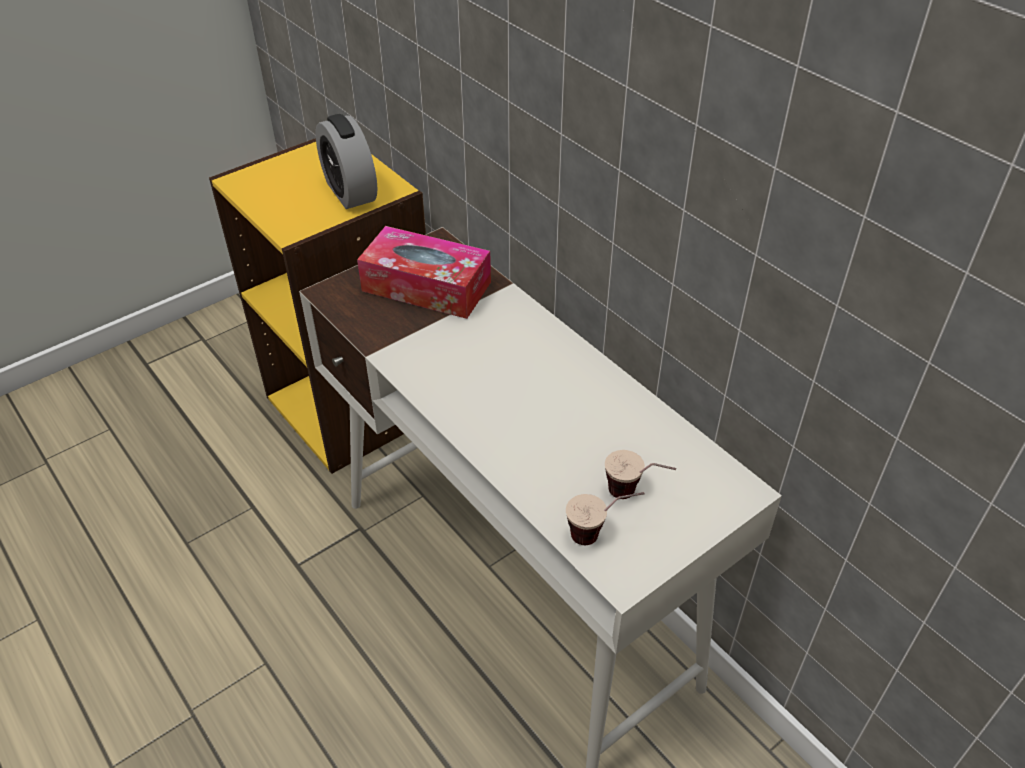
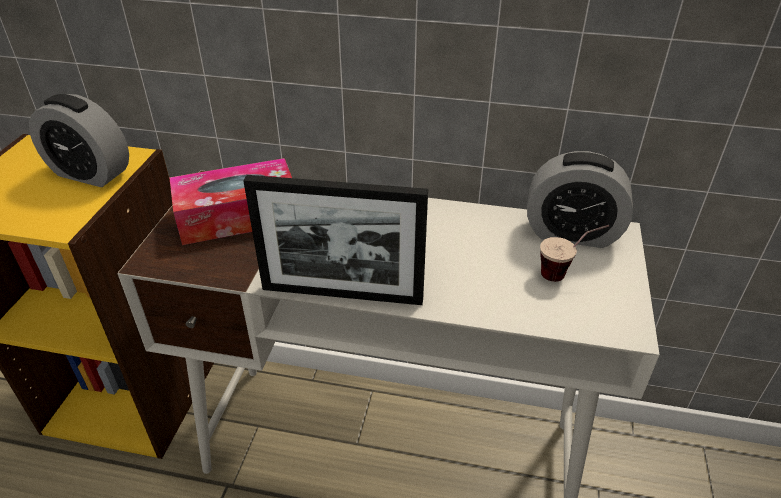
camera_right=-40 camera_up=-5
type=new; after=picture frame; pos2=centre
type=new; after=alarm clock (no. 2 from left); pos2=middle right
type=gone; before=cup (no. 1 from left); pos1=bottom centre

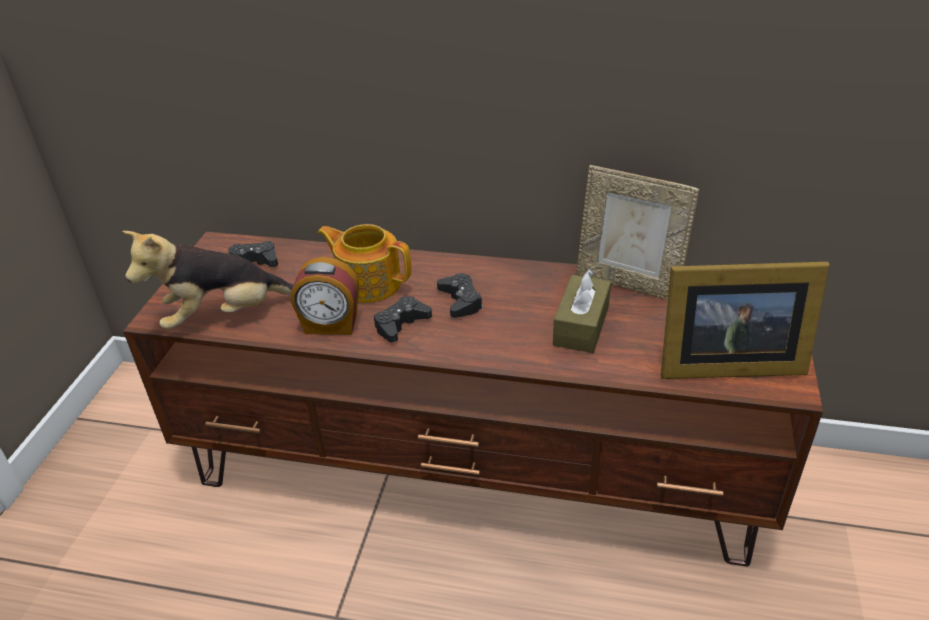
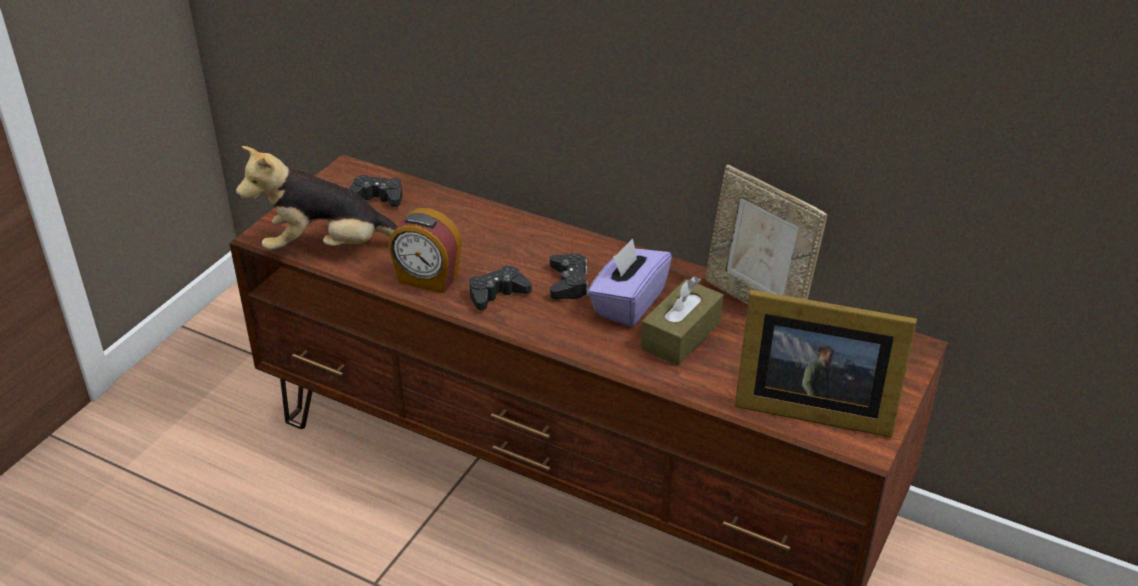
camera_right=15 camera_up=0
type=new; after=purple tissue box; pos2=centre
type=gone; before=teapot; pos1=centre

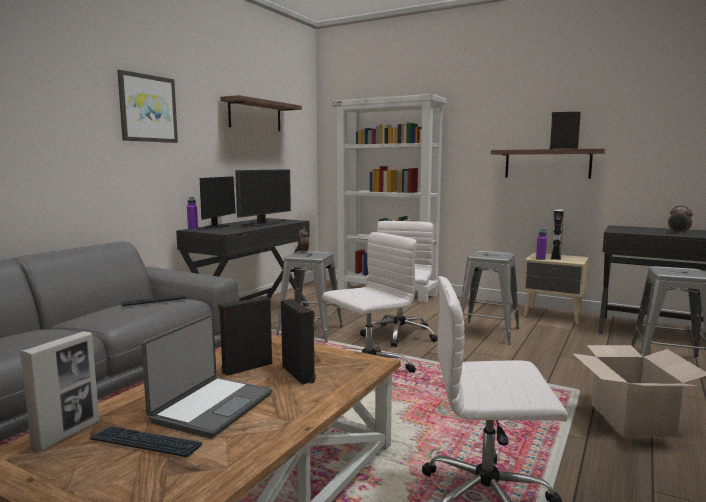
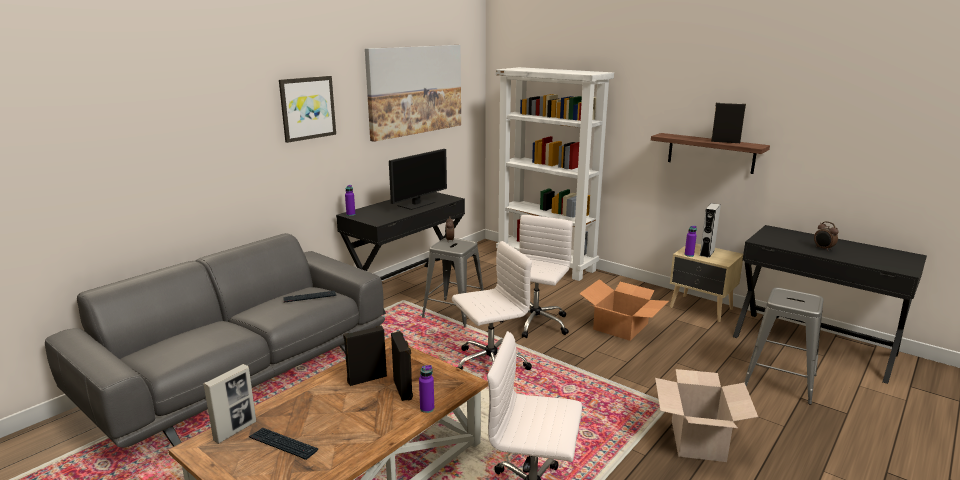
camera_right=10 camera_up=10
type=swapped; before=shelf (no. 1 from left); after=picture (no. 2 from left); pos1=top centre; pos2=top centre
type=new; after=purple bottle (no. 2 from left); pos2=bottom centre
type=swapped; before=grey stool (no. 2 from left); after=cardboard box (no. 1 from left); pos1=middle right; pos2=centre
type=gone; before=laptop; pos1=bottom left
type=gone; before=monitor (no. 1 from left); pos1=middle left

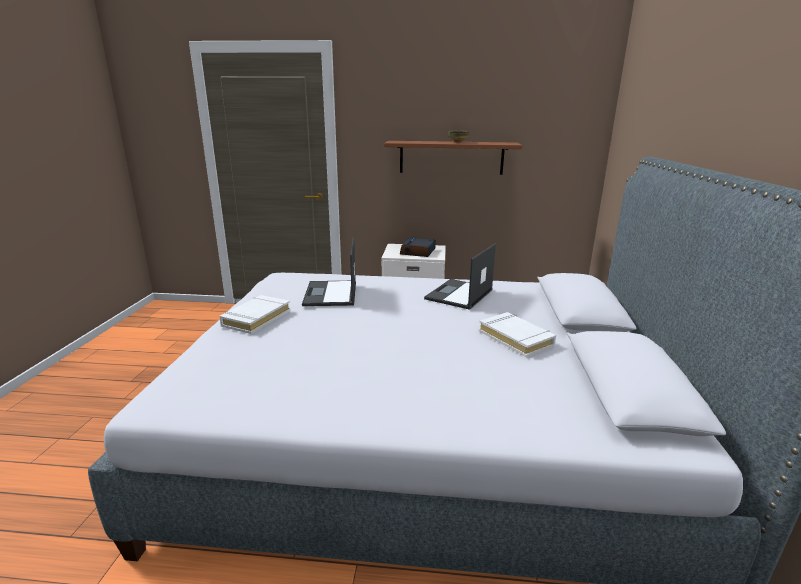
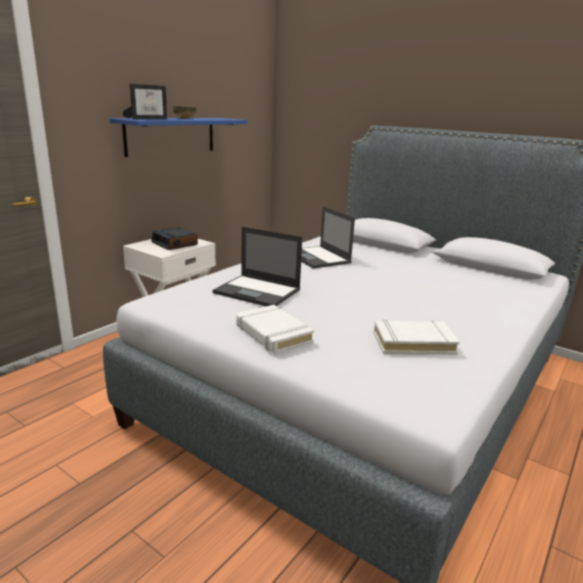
camera_right=-60 camera_up=0
type=repainted; before=brown shelf; after=blue shelf; pos1=top centre; pos2=top left
type=new; after=picture frame; pos2=top left
type=shifted; before=white book (no. 2 from left); pos1=centre; pos2=middle right

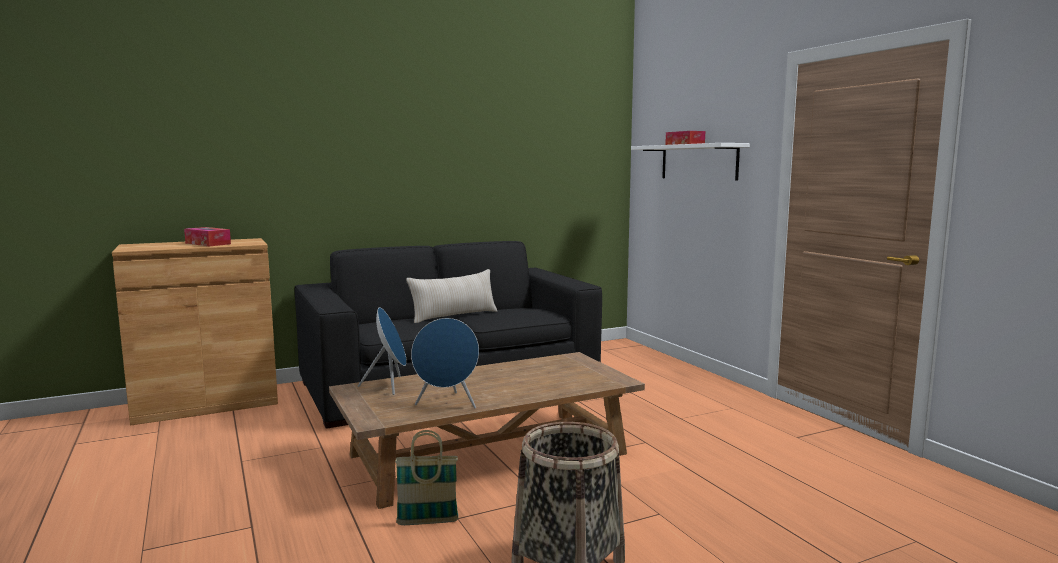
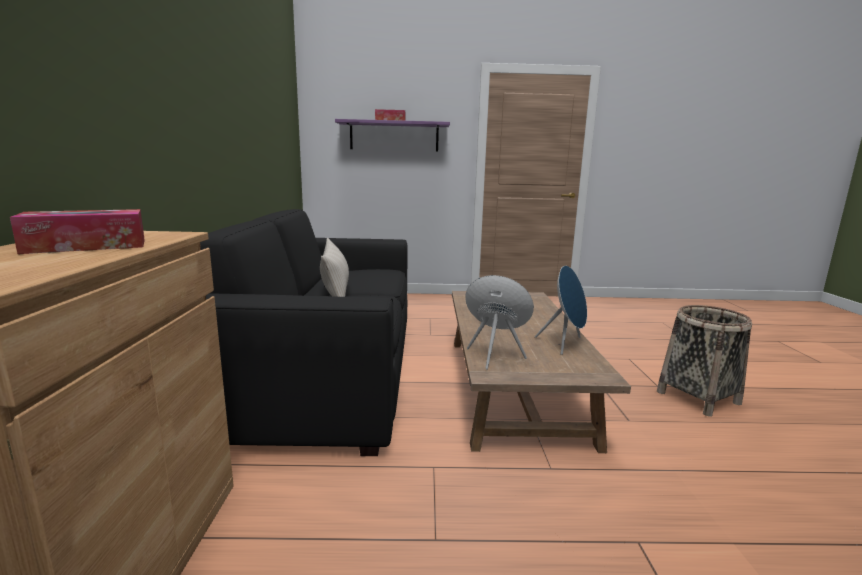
camera_right=-65 camera_up=5
type=repainted; before=white shelf; after=purple shelf; pos1=top centre; pos2=top centre
type=gone; before=basket (no. 1 from left); pos1=bottom centre

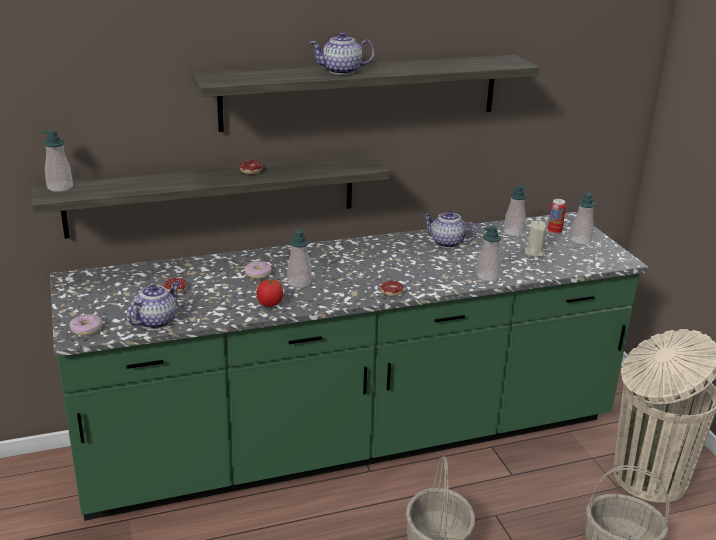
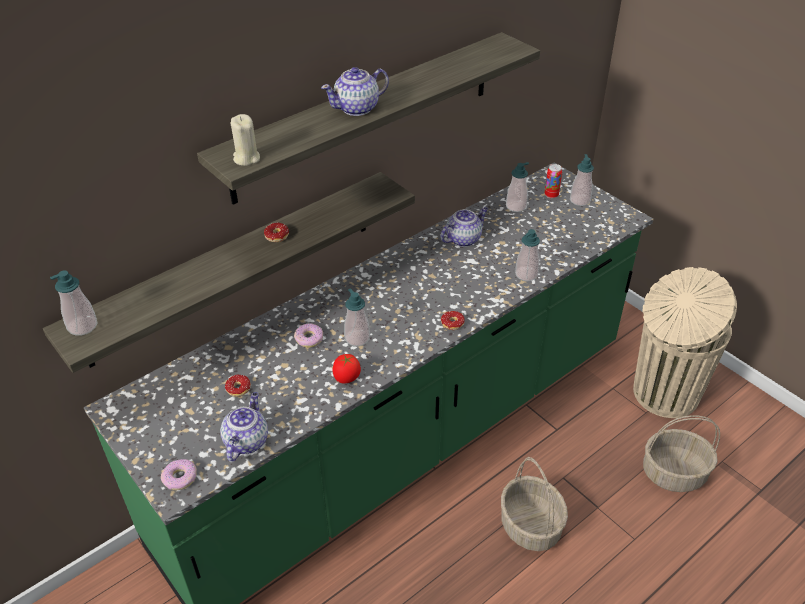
camera_right=-20 camera_up=15
type=shifted; before=beige candle; pos1=middle right; pos2=top left
type=rotated; before=teapot (no. 3 from left); pos1=centre; pos2=centre; turn=135

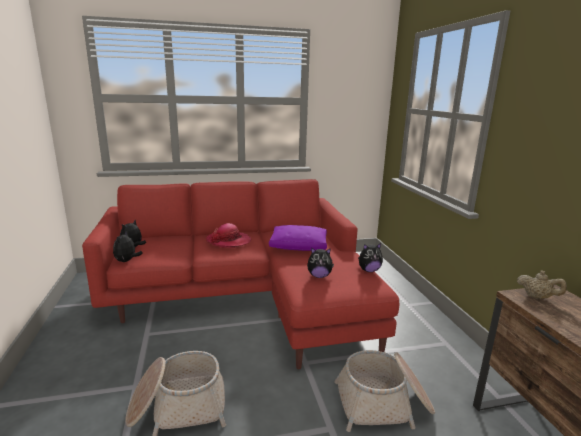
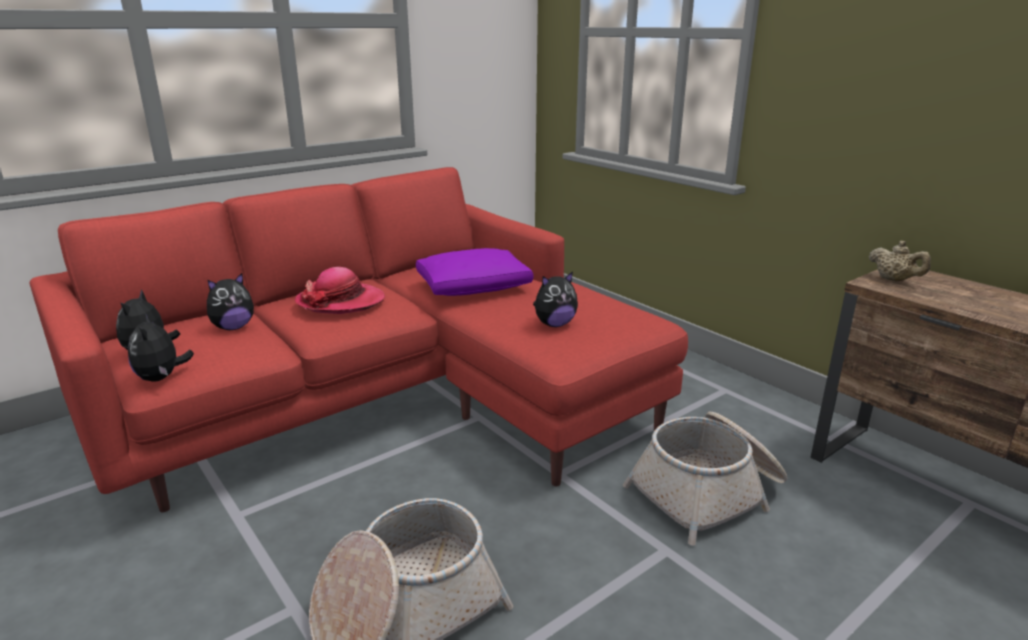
camera_right=-25 camera_up=5
type=shifted; before=plush toy (no. 4 from left in the first image); after=plush toy (no. 3 from left); pos1=centre; pos2=middle left
type=rotated; before=beige teapot; pos1=middle right; pos2=middle right; turn=45

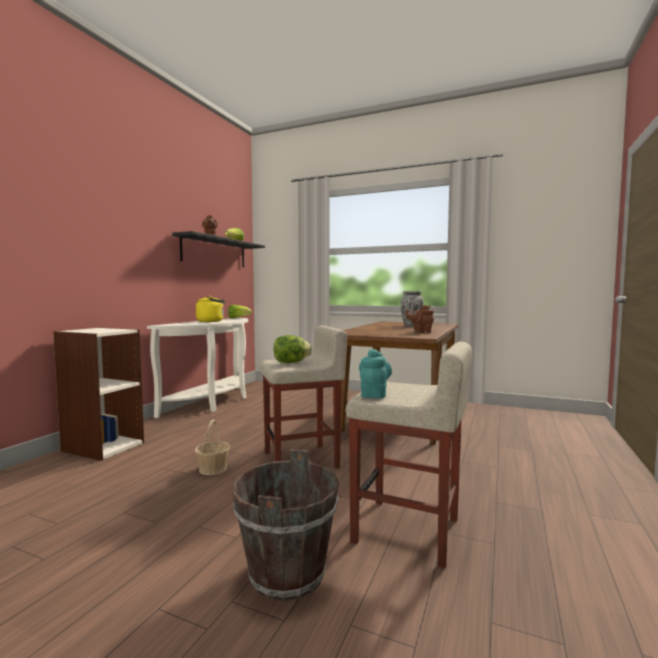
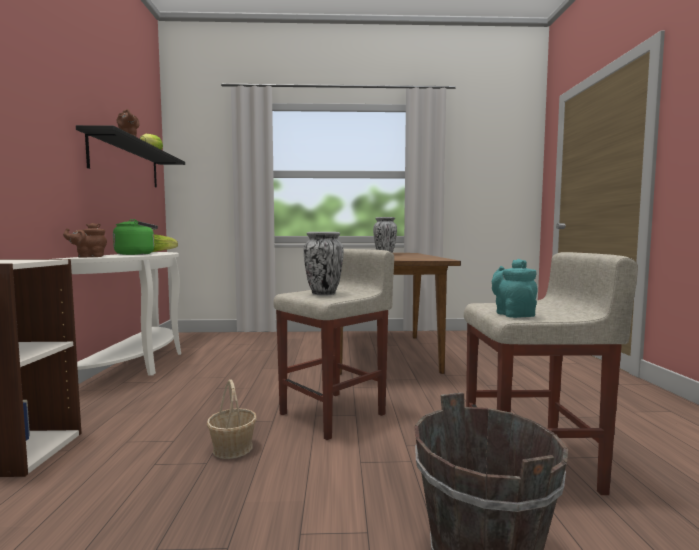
camera_right=-25 camera_up=0
type=shifted; before=brown teapot (no. 2 from left in the first image); after=brown teapot (no. 1 from left); pos1=centre; pos2=middle left
type=repainted; before=yellow kettle; after=green kettle; pos1=middle left; pos2=middle left
type=swapped; before=lettuce (no. 3 from left); after=vase (no. 1 from left); pos1=centre; pos2=centre

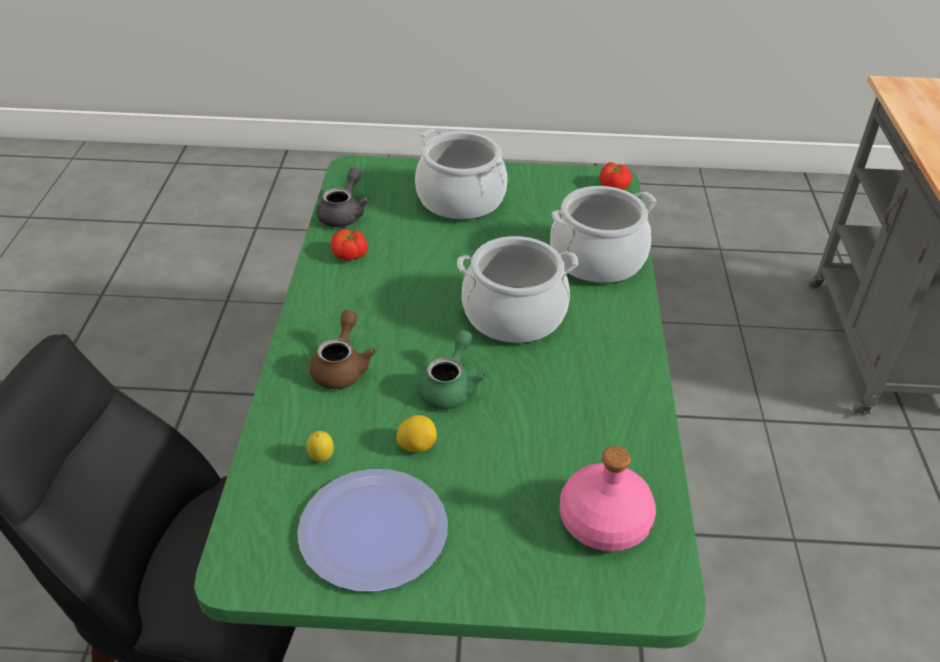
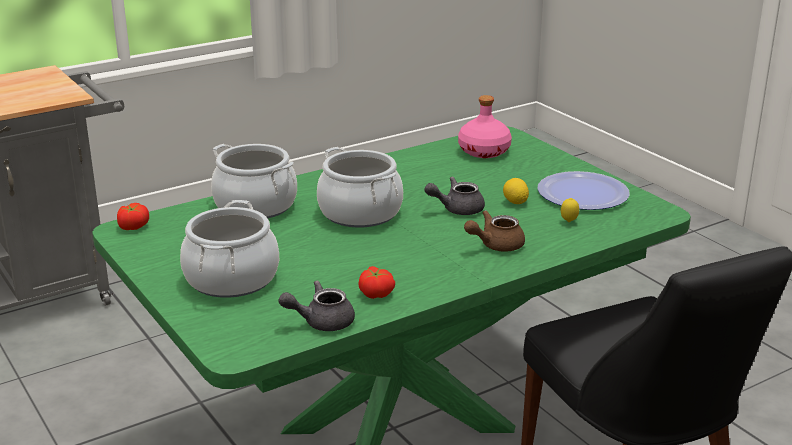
camera_right=-125 camera_up=-15
type=repainted; before=green teapot; after=grey teapot (no. 2 from left); pos1=centre; pos2=centre

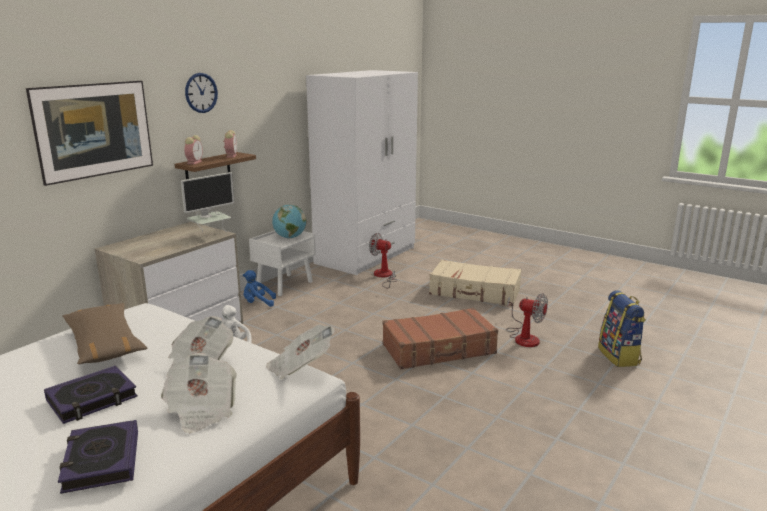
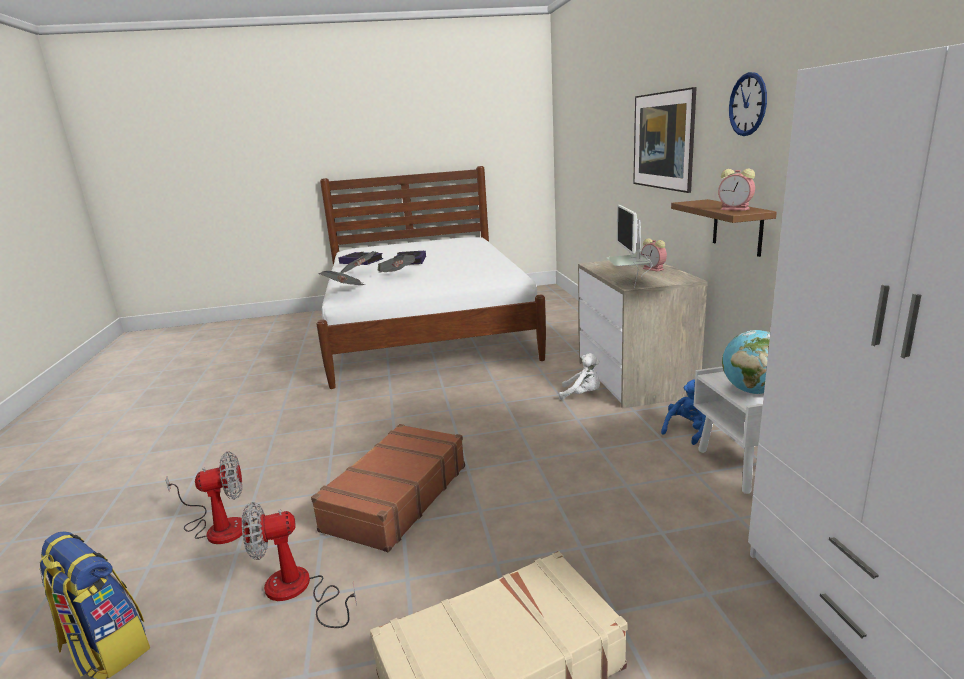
camera_right=135 camera_up=0
type=shifted; before=fan (no. 1 from left); pos1=centre; pos2=bottom left
type=shifted; before=alarm clock (no. 1 from left); pos1=top left; pos2=middle right
type=gone; before=brown pillow; pos1=middle left

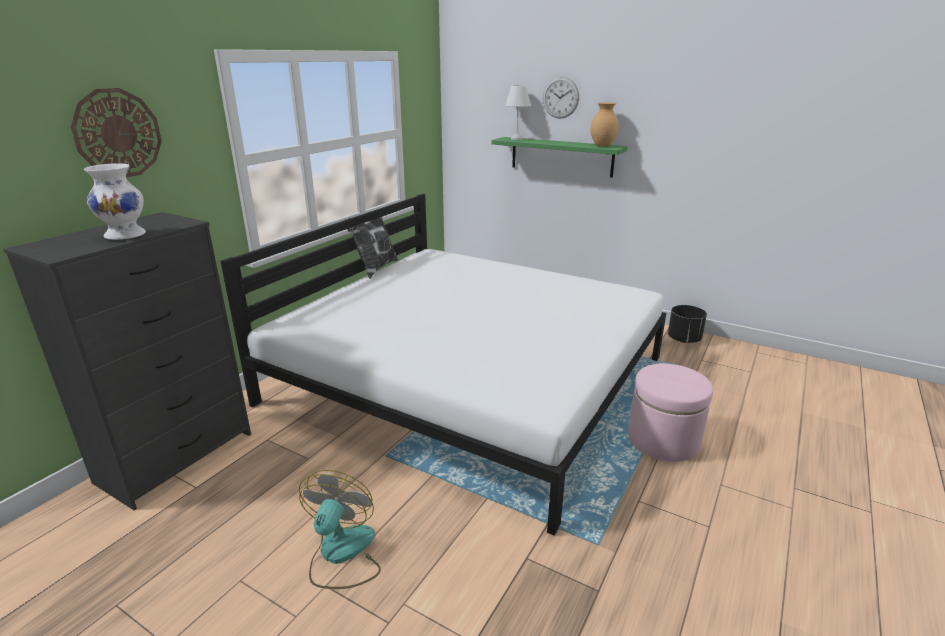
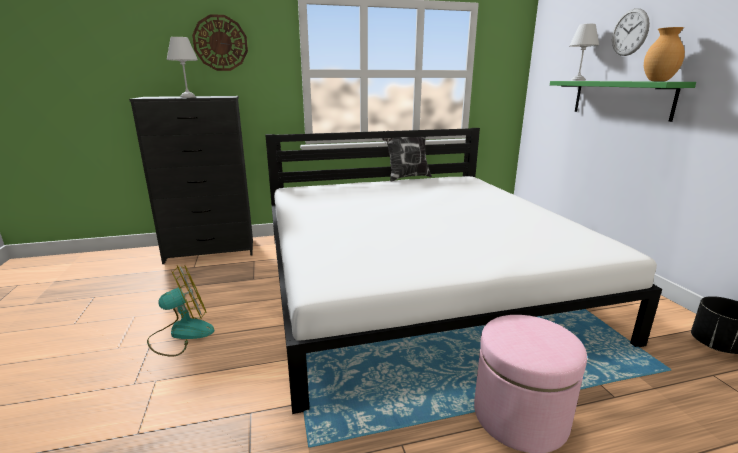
camera_right=45 camera_up=-5
type=swapped; before=white vase; after=white table lamp (no. 1 from left); pos1=top left; pos2=top left

